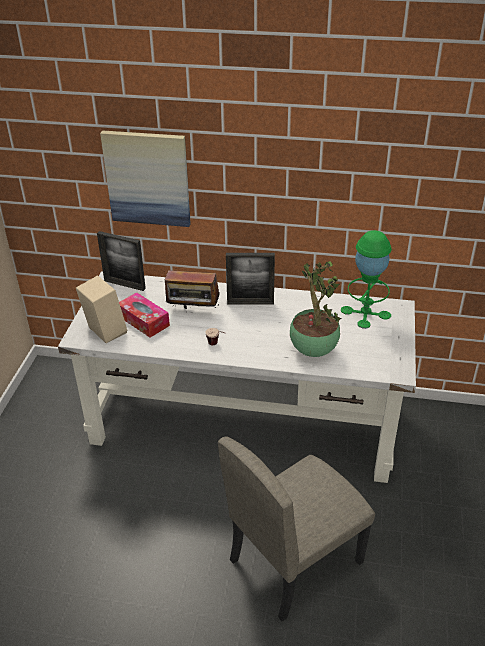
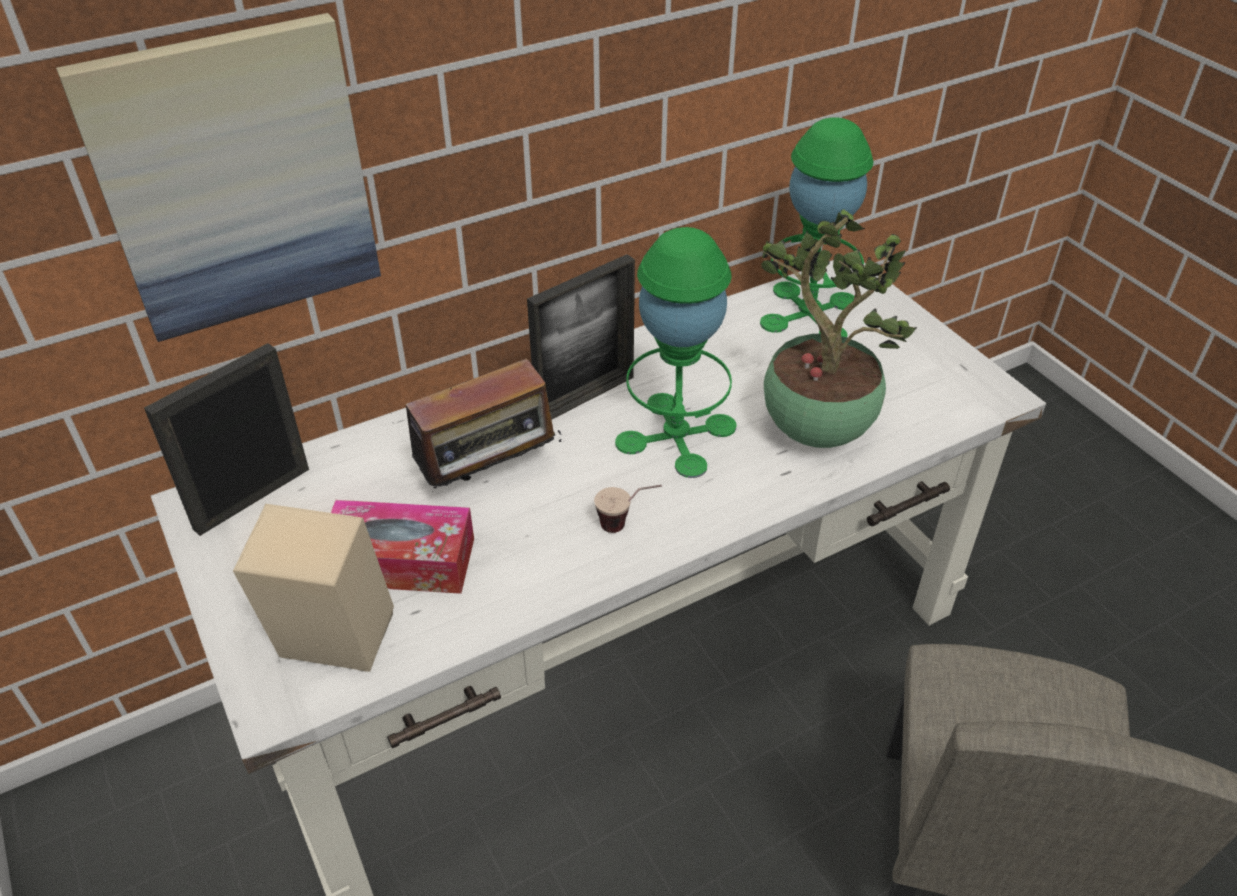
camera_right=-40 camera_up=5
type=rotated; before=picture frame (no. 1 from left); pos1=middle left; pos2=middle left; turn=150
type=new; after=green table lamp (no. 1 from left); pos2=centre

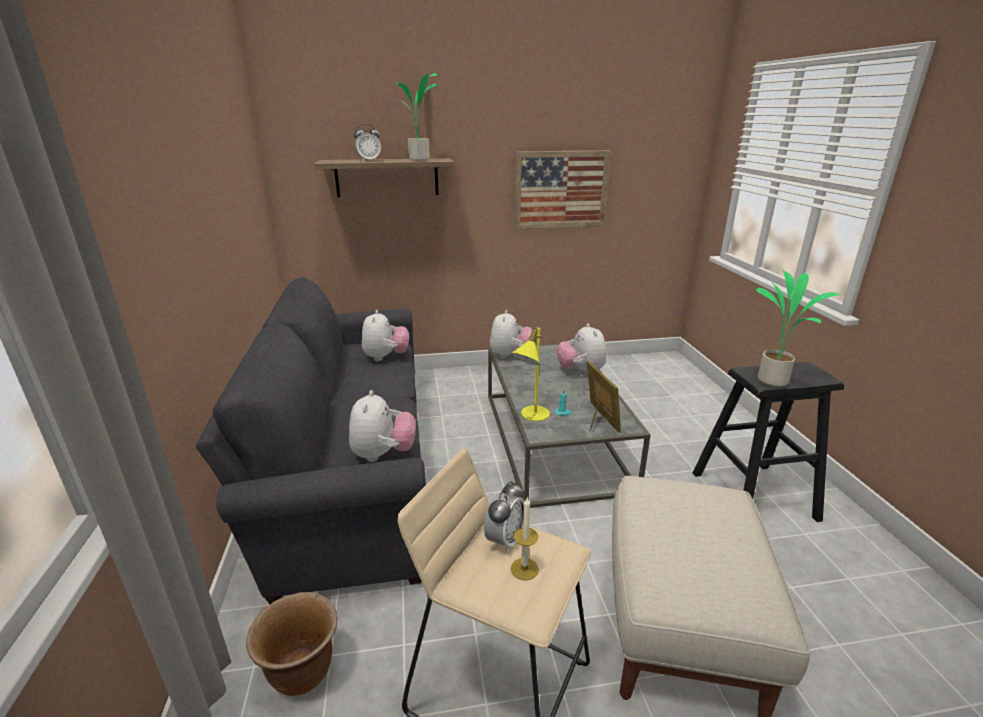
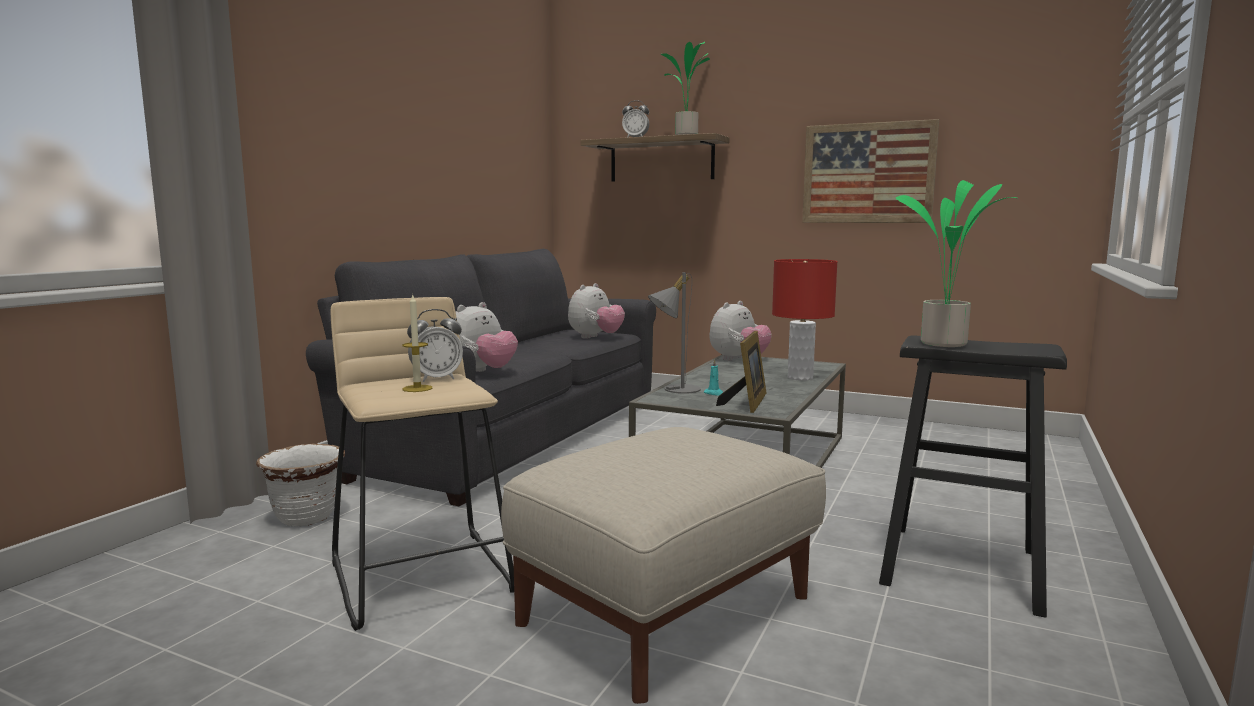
camera_right=35 camera_up=-15
type=repainted; before=brown planter; after=white planter; pos1=bottom left; pos2=bottom left
type=repainted; before=yellow table lamp; after=grey table lamp; pos1=centre; pos2=centre
type=swapped; before=plush toy (no. 4 from left); after=red table lamp; pos1=centre; pos2=centre

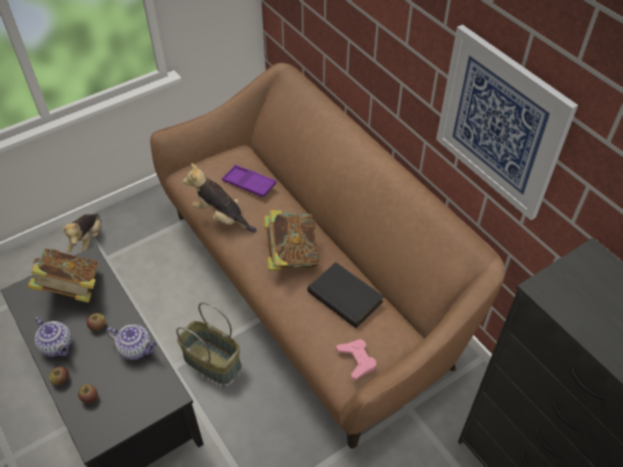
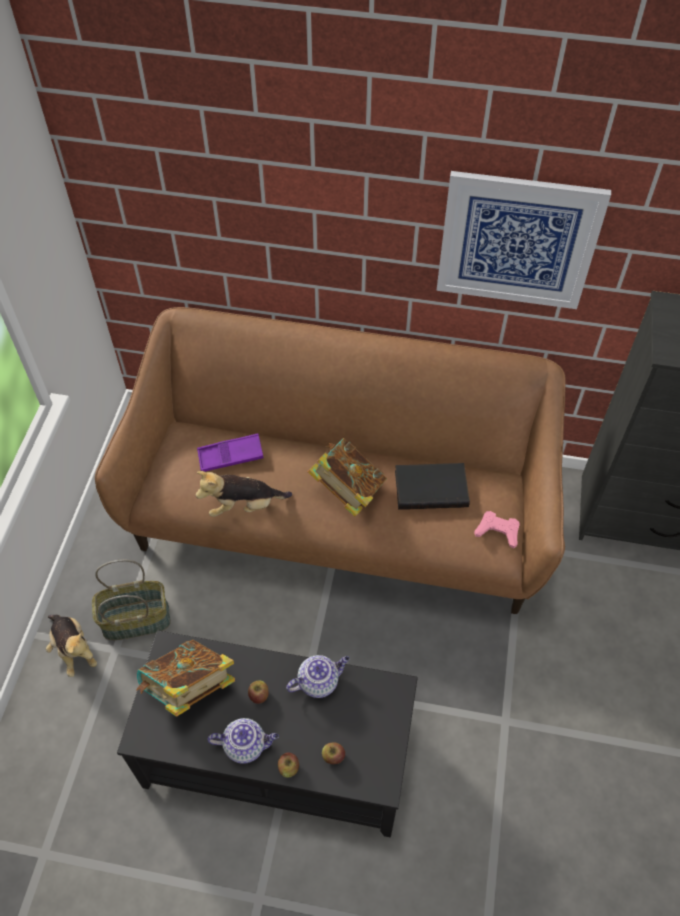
camera_right=-45 camera_up=5
type=shifted; before=basket; pos1=bottom centre; pos2=middle left

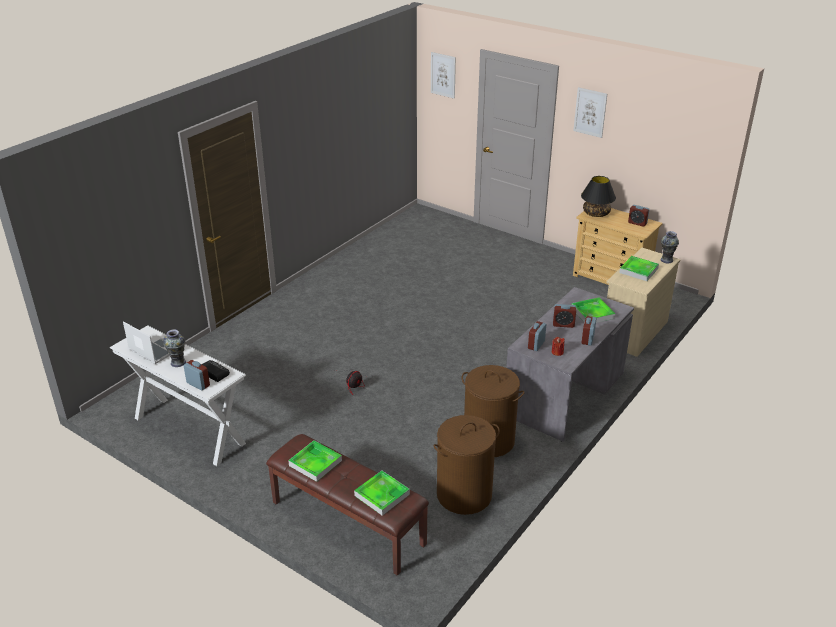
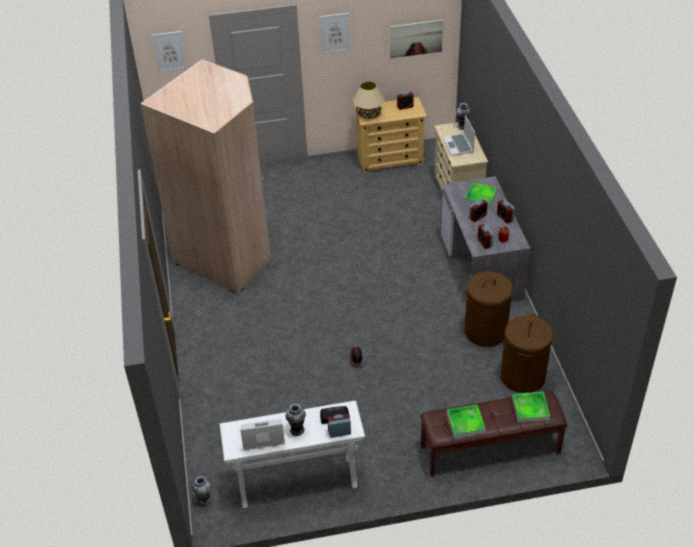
camera_right=-45 camera_up=10
type=new; after=beige wardrobe; pos2=top left
type=new; after=vase (no. 1 from left); pos2=bottom left
type=repainted; before=black table lamp; after=beige table lamp; pos1=top right; pos2=top centre
type=new; after=picture (no. 3 from left); pos2=top centre
type=swapped; before=tray (no. 4 from left); after=laptop (no. 2 from left); pos1=middle right; pos2=top centre

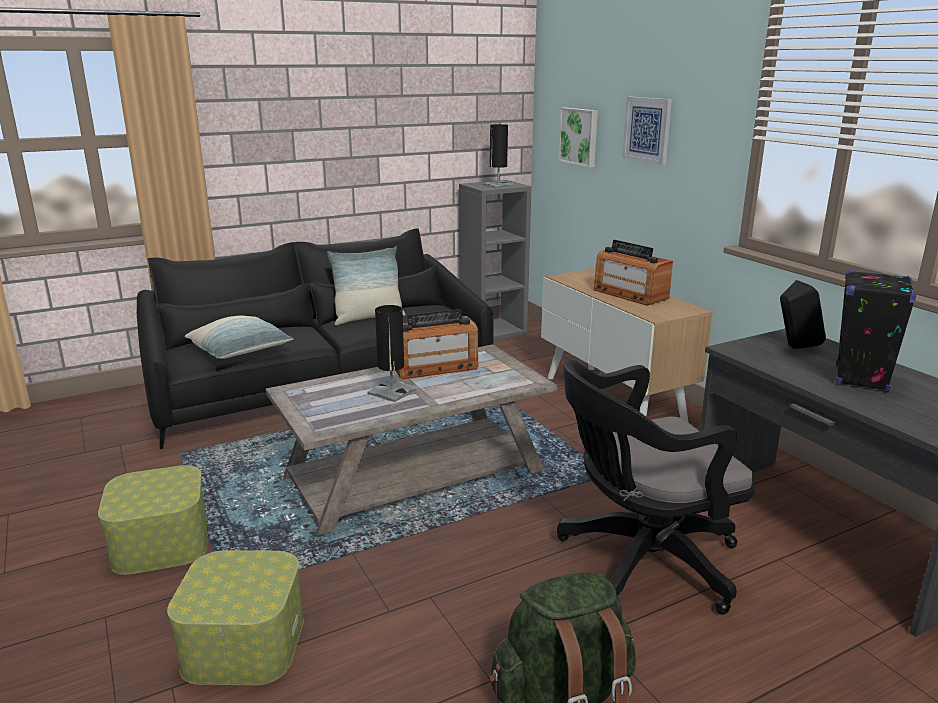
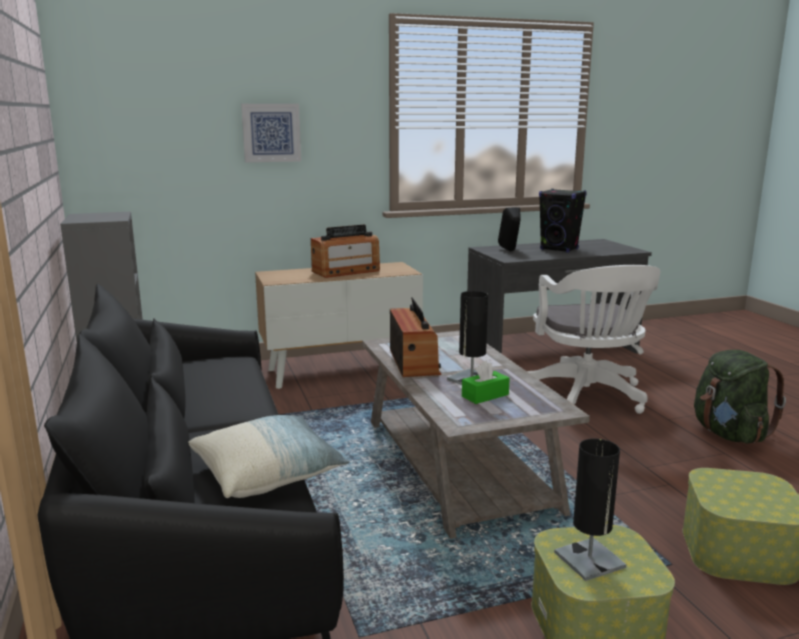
camera_right=-80 camera_up=-5
type=new; after=green tissue box; pos2=centre
type=repainted; before=black office chair; after=white office chair; pos1=bottom right; pos2=middle right
type=shifted; before=black table lamp (no. 2 from left); pos1=top centre; pos2=bottom right
type=gone; before=pillow (no. 2 from left); pos1=centre
type=gone; before=picture (no. 1 from left); pos1=top centre

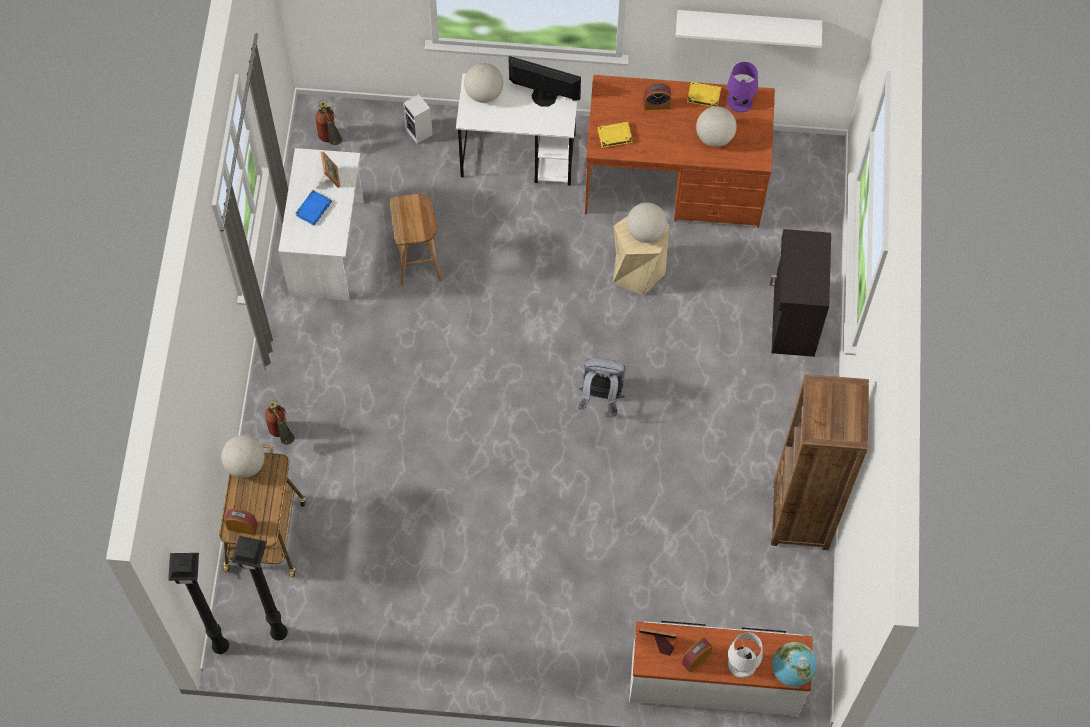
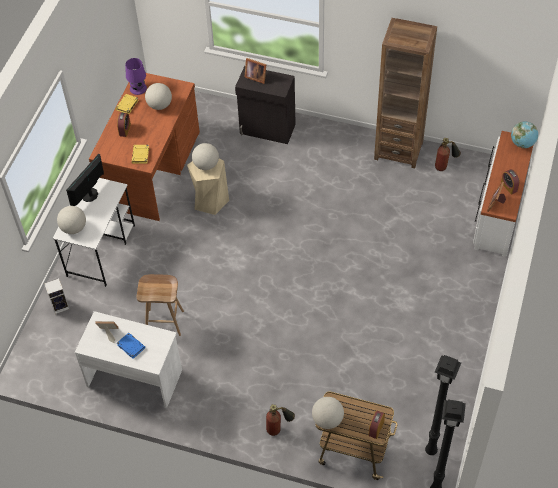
camera_right=-75 camera_up=-10
type=new; after=picture frame (no. 2 from left); pos2=top centre
type=shifted; before=fire extinguisher (no. 2 from left); pos1=top left; pos2=top right
type=gone; before=grey backpack; pos1=centre
type=gone; before=white shelf; pos1=top right
type=gone; before=white table lamp; pos1=bottom right

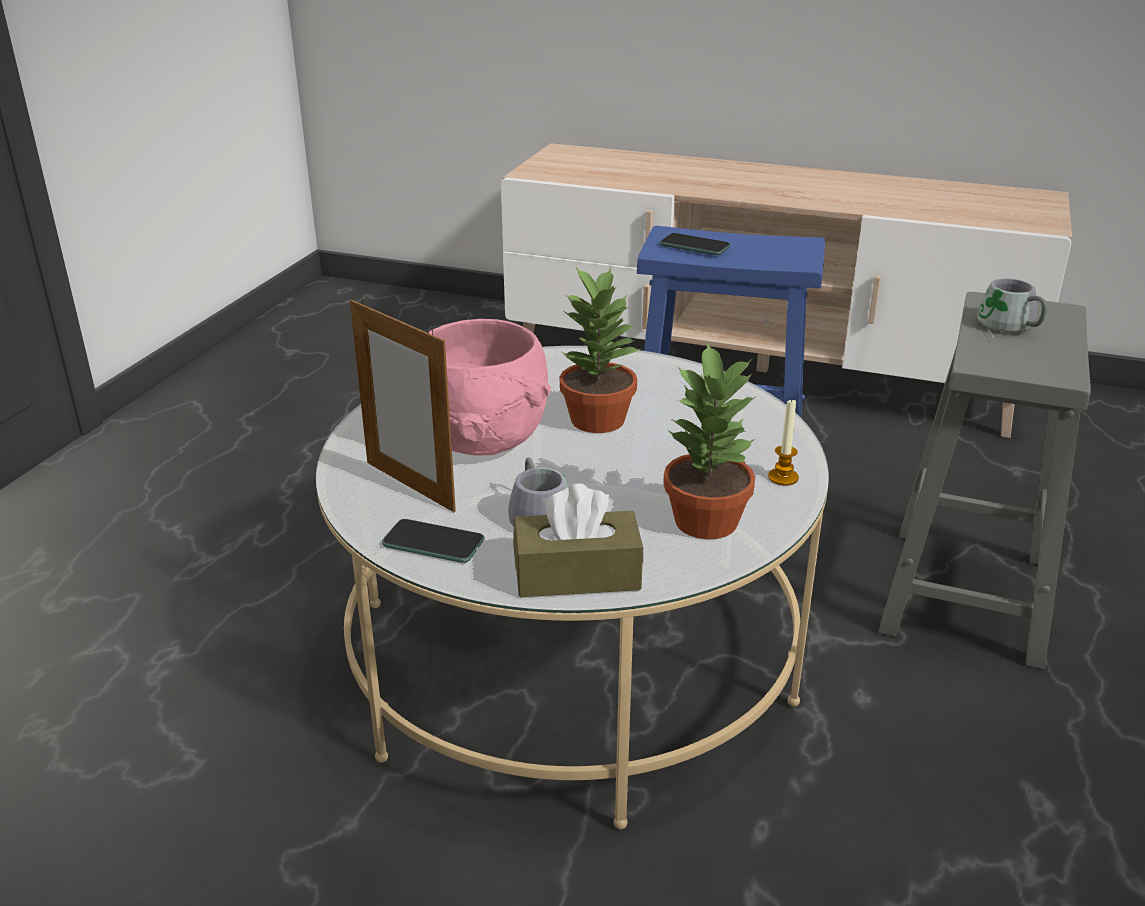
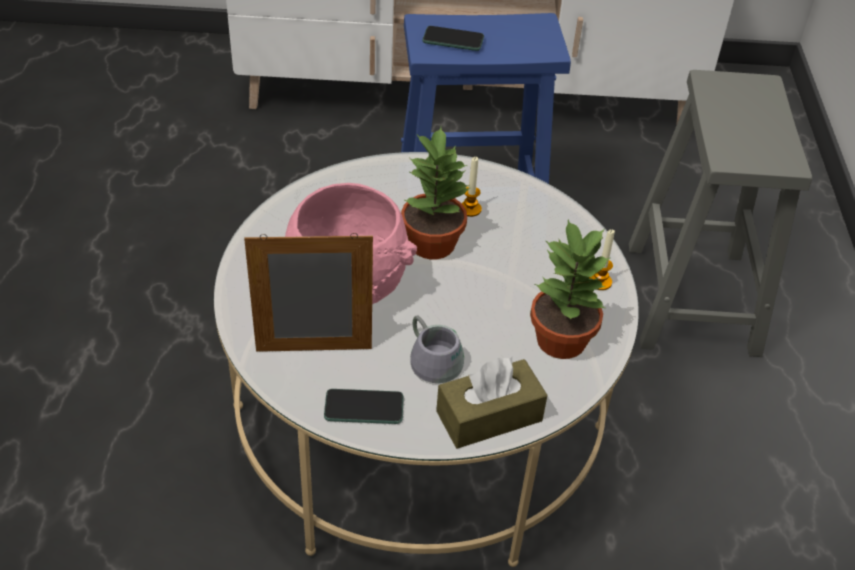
camera_right=-20 camera_up=15
type=rotated; before=picture frame; pos1=centre; pos2=centre; turn=150
type=new; after=candle (no. 1 from left); pos2=top centre
type=gone; before=grey mug (no. 2 from left); pos1=middle right

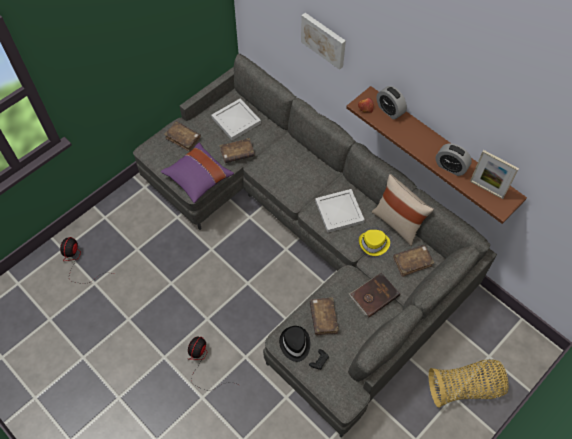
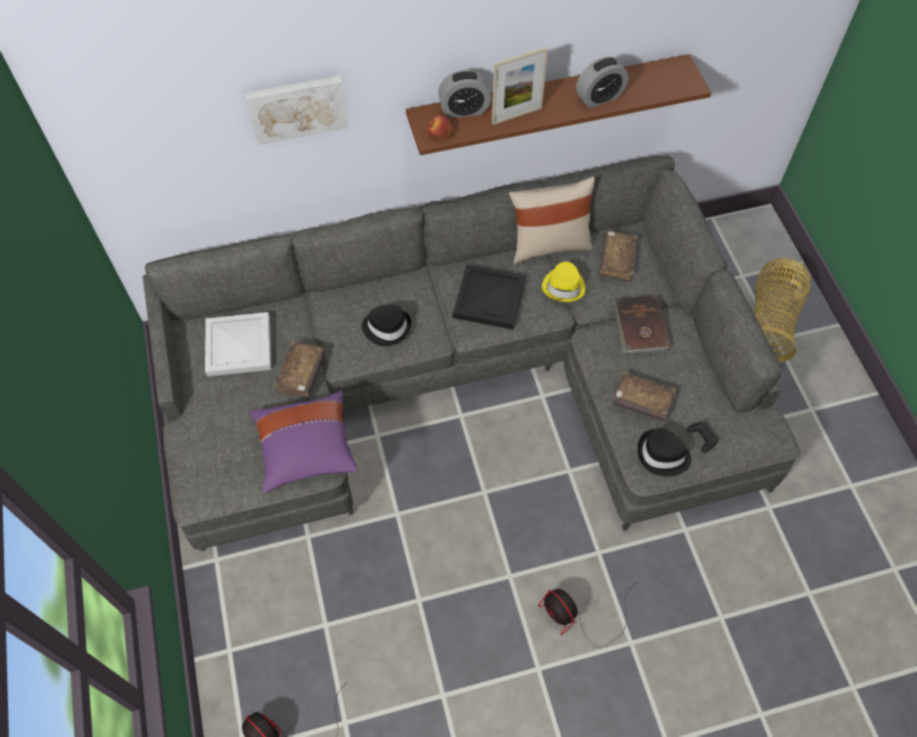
camera_right=-60 camera_up=0
type=new; after=black hat (no. 1 from left); pos2=centre
type=repainted; before=white tray (no. 2 from left); after=black tray; pos1=centre; pos2=centre
type=shifted; before=picture frame; pos1=middle right; pos2=top centre
type=gone; before=brown book (no. 1 from left); pos1=top left

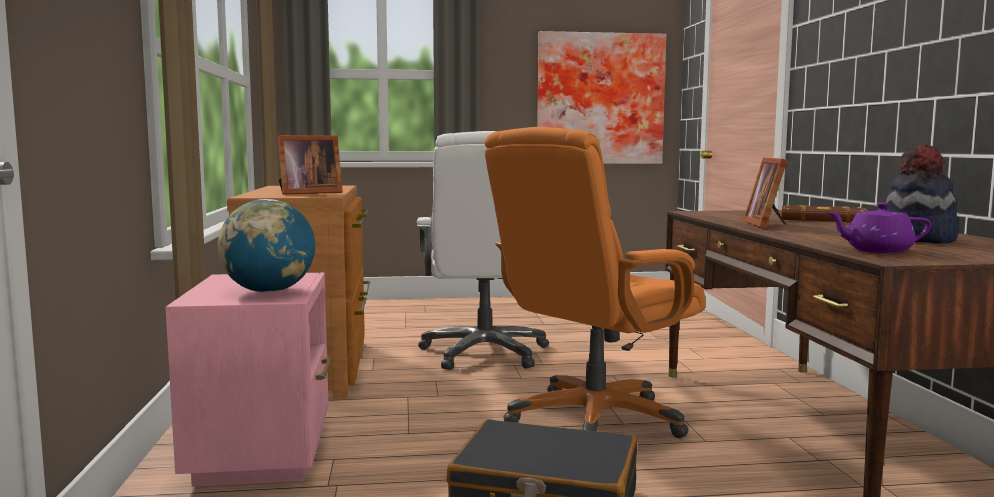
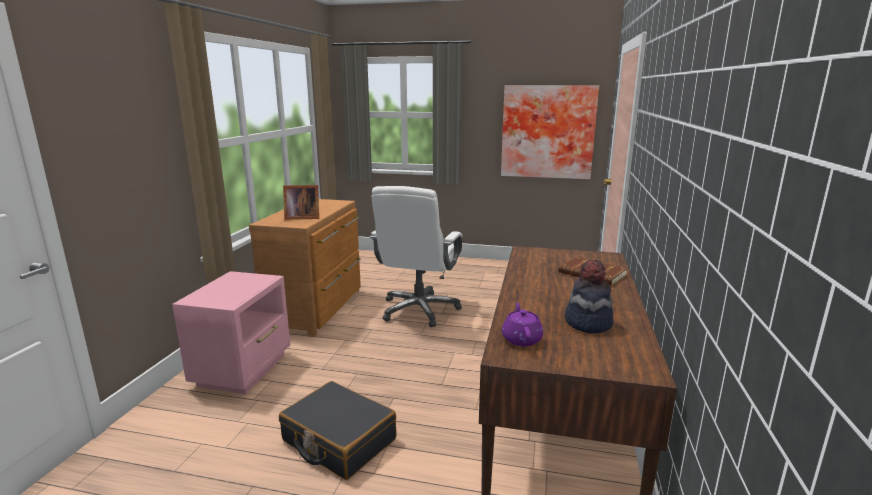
camera_right=20 camera_up=10
type=rotated; before=purple teapot; pos1=middle right; pos2=centre; turn=60
type=gone; before=globe; pos1=middle left
type=gone; before=orange office chair; pos1=centre
type=gone; before=picture frame (no. 2 from left); pos1=middle right

